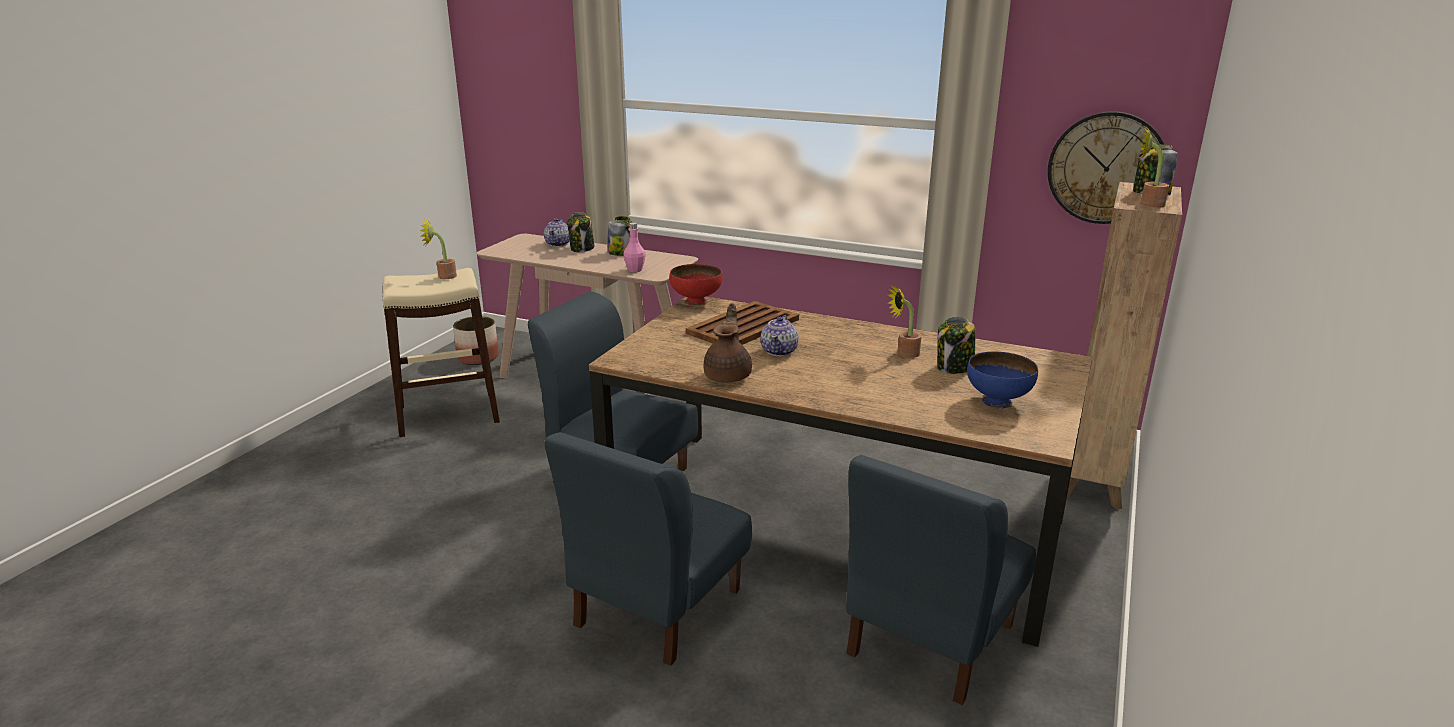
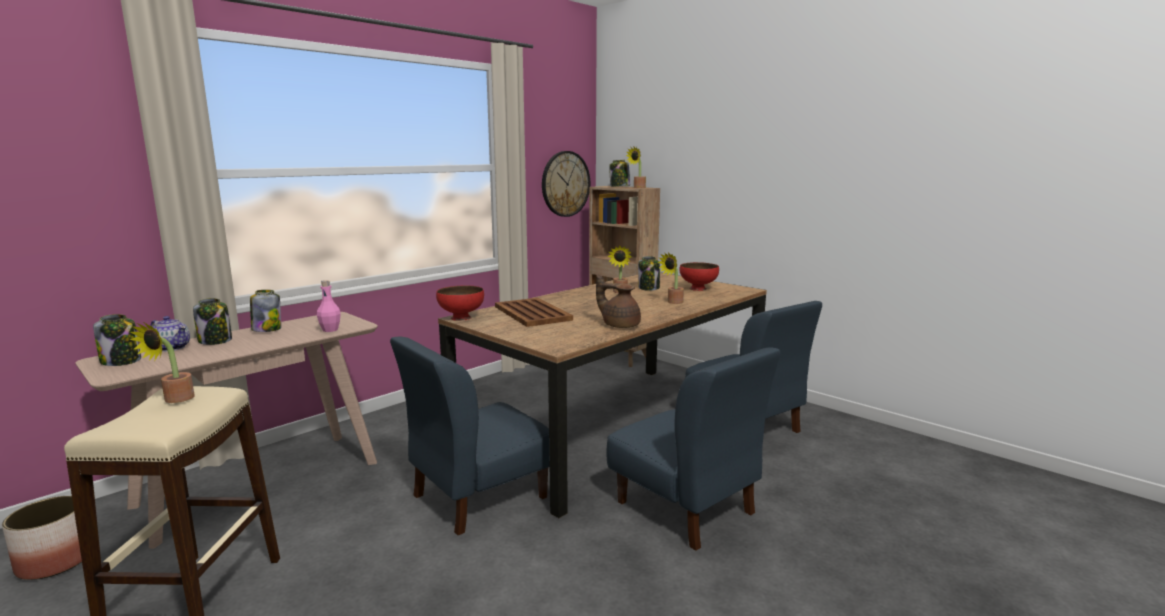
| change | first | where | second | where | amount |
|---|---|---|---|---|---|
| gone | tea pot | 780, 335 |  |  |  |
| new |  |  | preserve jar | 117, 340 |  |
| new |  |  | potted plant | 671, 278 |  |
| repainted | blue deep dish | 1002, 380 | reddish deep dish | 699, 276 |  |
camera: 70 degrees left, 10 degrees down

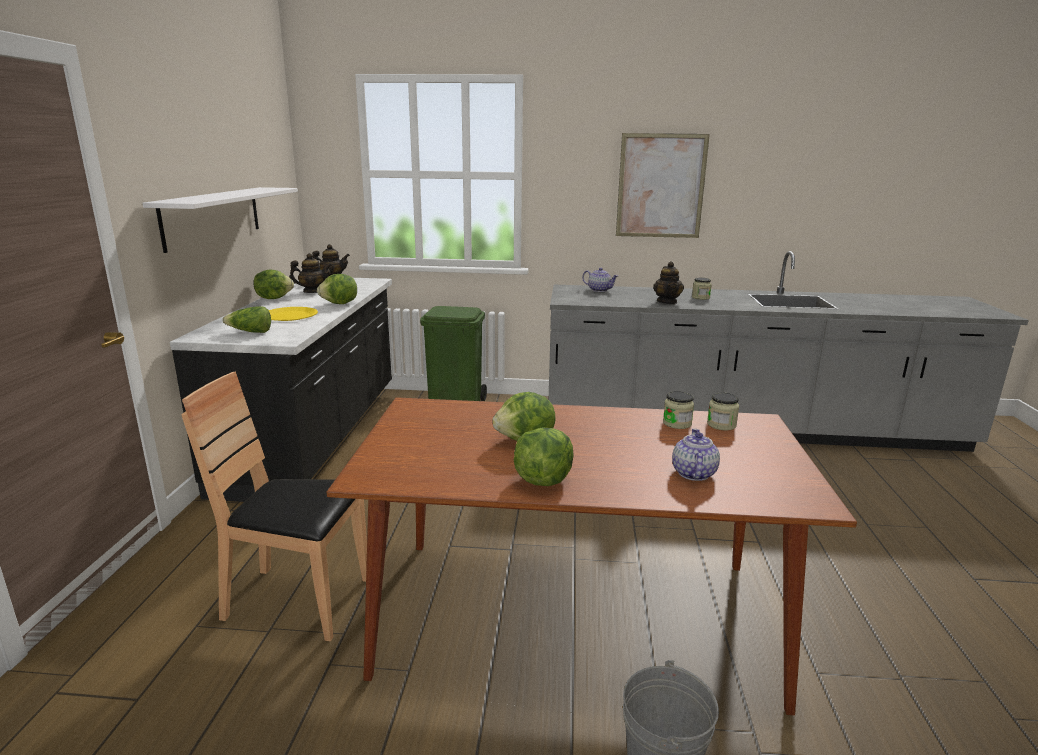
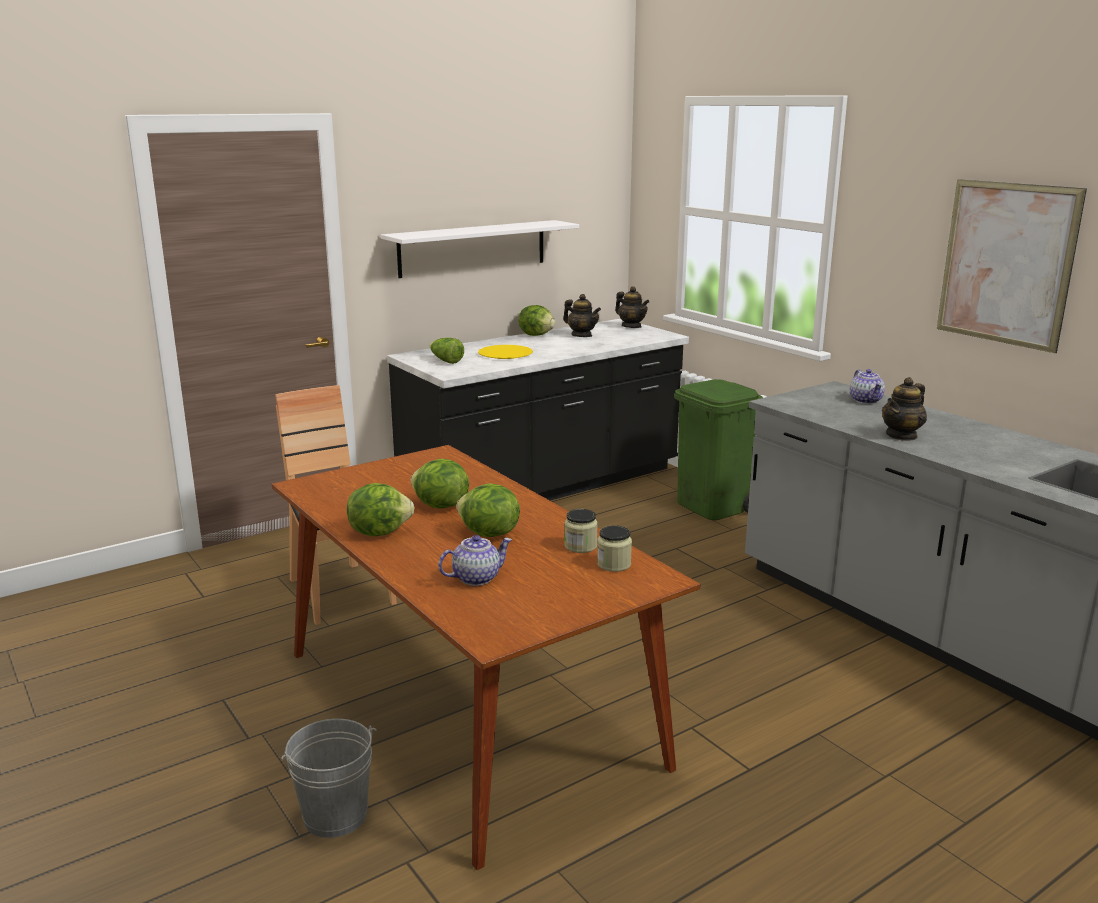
| change | first | where | second | where | amount |
|---|---|---|---|---|---|
| gone | preserve jar | 702, 289 |  |  |  |
| shifted | head of lettuce | 337, 289 |  | 488, 510 |  |
camera: 50 degrees right, 0 degrees up

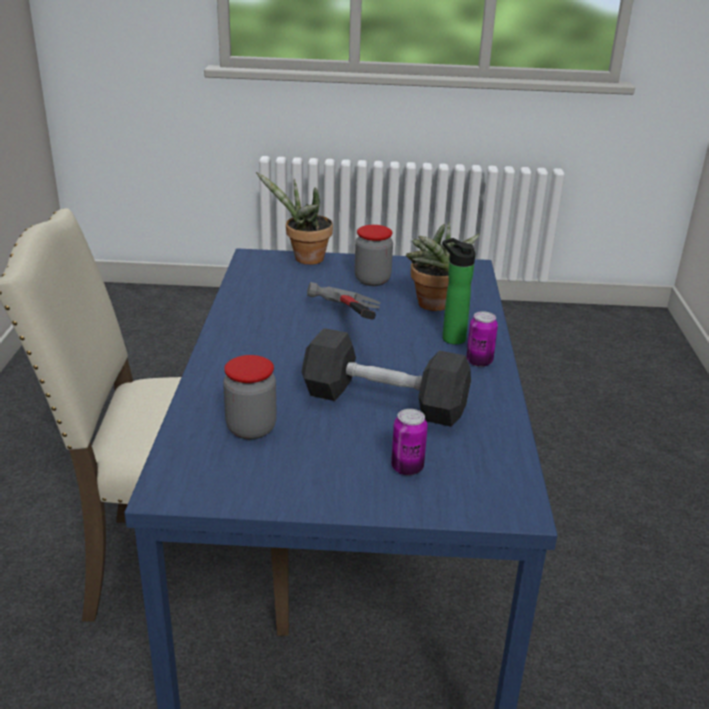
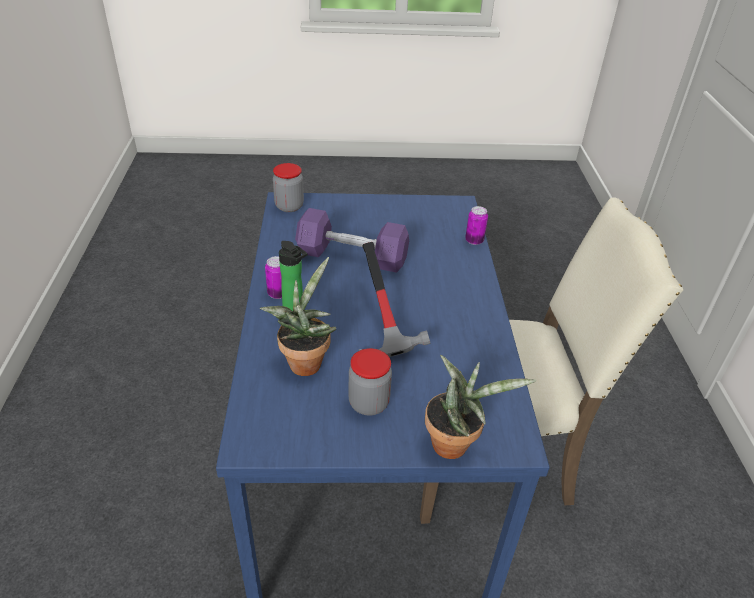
| change | first | where | second | where | amount |
|---|---|---|---|---|---|
| shifted | preserve jar | 250, 397 |  | 288, 187 |  |
| shifted | can | 409, 442 |  | 476, 225 |  |
| repainted | greyish dumbbell | 386, 377 | purple-coloured dumbbell | 352, 240 |  |
camera: 175 degrees right, 10 degrees up

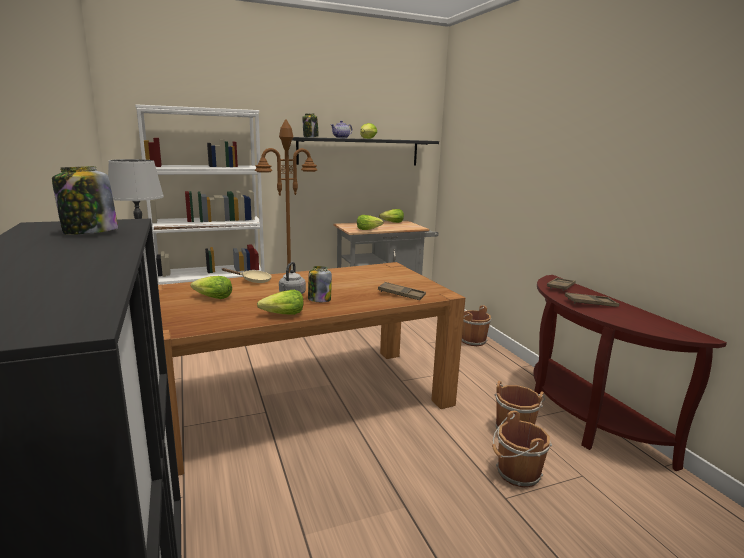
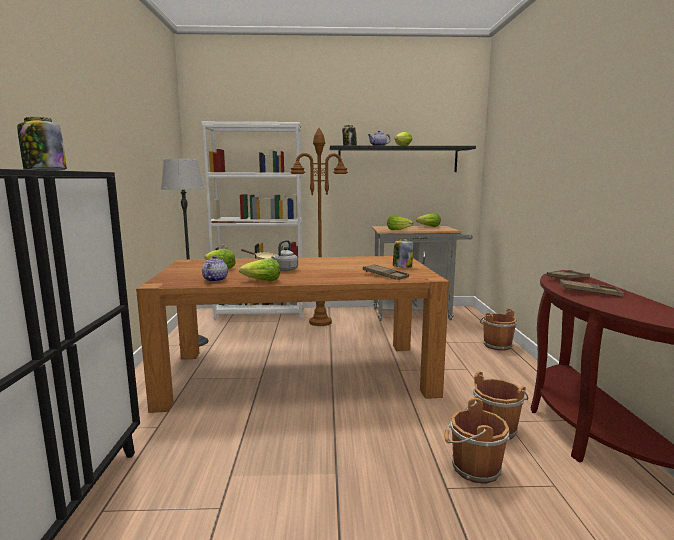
| change | first | where | second | where | amount |
|---|---|---|---|---|---|
| new |  |  | tea pot | 215, 269 |  |
| shifted | preserve jar | 320, 284 |  | 403, 253 |  |
camera: 20 degrees right, 5 degrees down

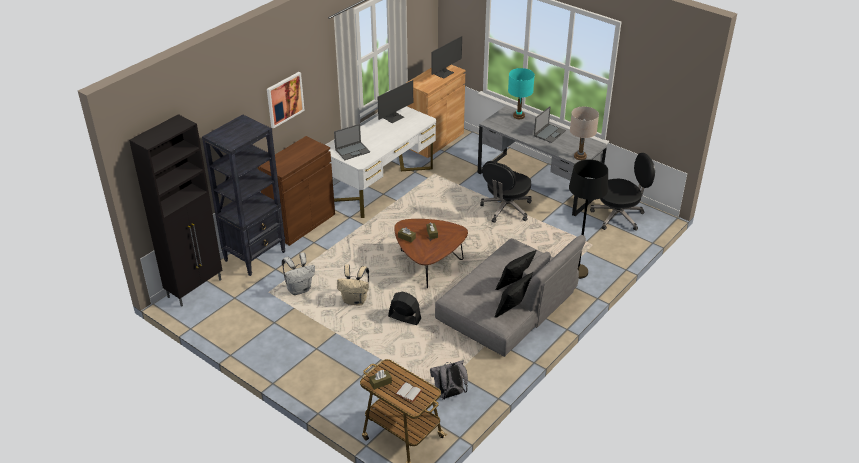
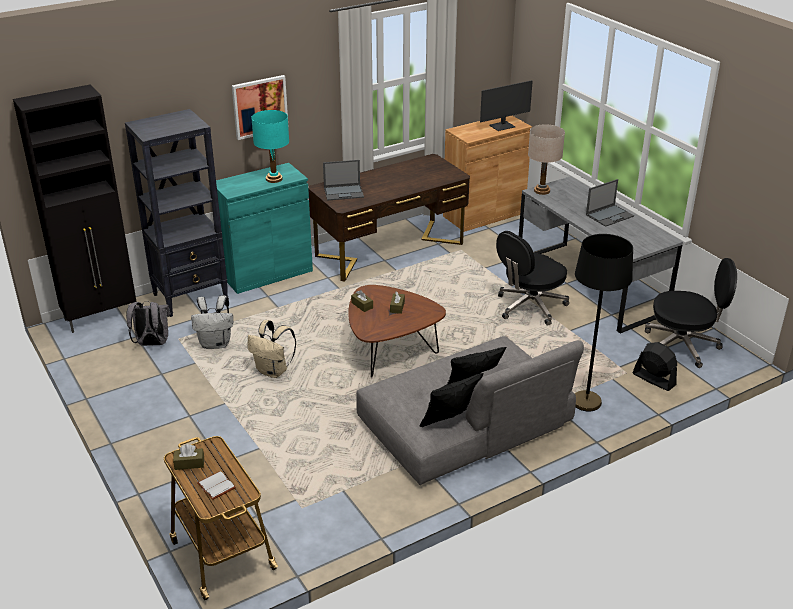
| change | first | where | second | where | amount |
|---|---|---|---|---|---|
| gone | monitor | 395, 101 |  |  |  |
| shifted | black cooling fan | 404, 308 |  | 655, 366 |  |
| shifted | greyish rucksack | 449, 380 |  | 148, 323 |  |
| shifted | blue-green lamp for a table | 521, 93 |  | 270, 146 |  |
| shifted | beige lamp for a table | 584, 133 |  | 546, 159 |  |
| repainted | brownish cupboard | 296, 191 | blue-green cupboard | 264, 228 |  |
| repainted | white-coloured desk table | 382, 162 | brownish desk table | 389, 217 |  |
camera: 20 degrees right, 5 degrees down

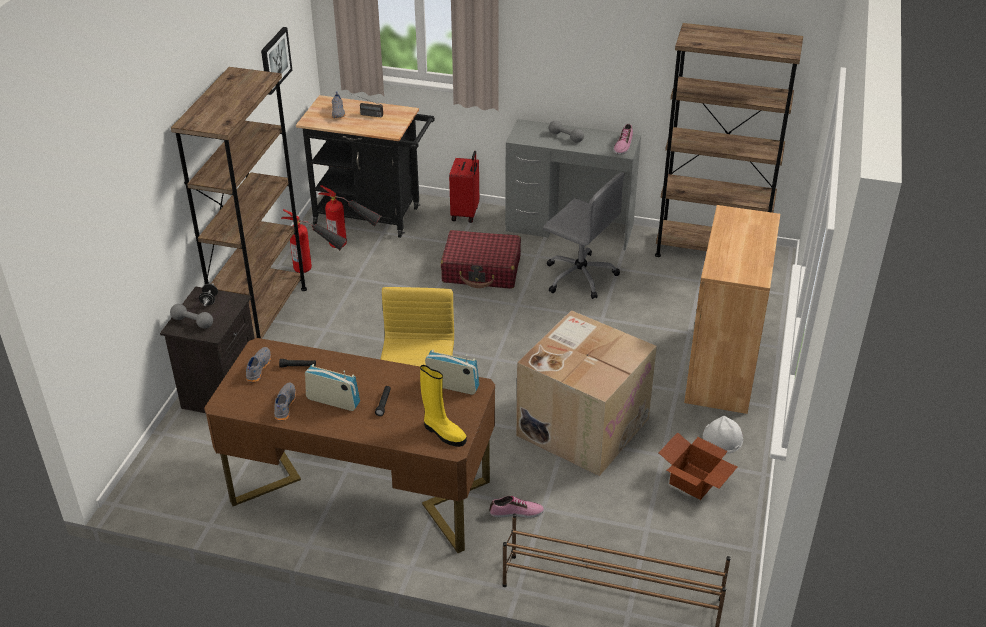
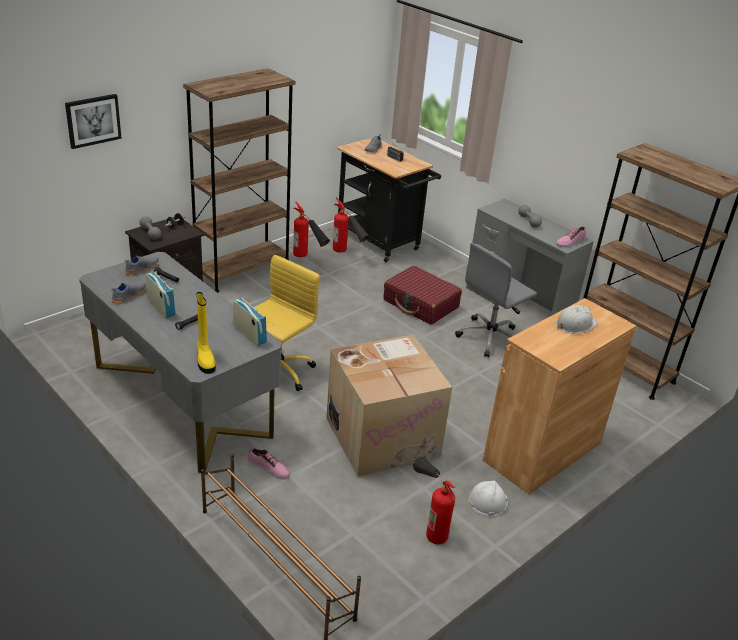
| change | first | where | second | where | amount |
|---|---|---|---|---|---|
| gone | reddish piece of luggage | 464, 187 |  |  |  |
| new |  |  | white-coloured safety helmet | 577, 319 |  |
| shifted | wall art | 276, 61 |  | 93, 121 |  |
| swapped | cardboard box | 698, 466 | fire-fighting cylinder | 434, 500 |  |
| repainted | brownish desk table | 349, 445 | greyish desk table | 180, 362 |  |
| rotated | greyish office chair | 584, 236 |  | 496, 300 | 75 degrees clockwise |
camera: 30 degrees right, 5 degrees down

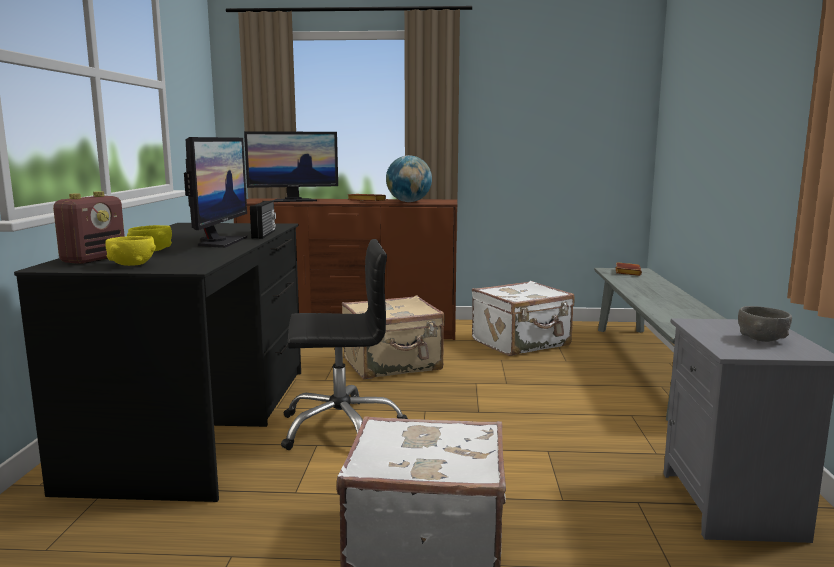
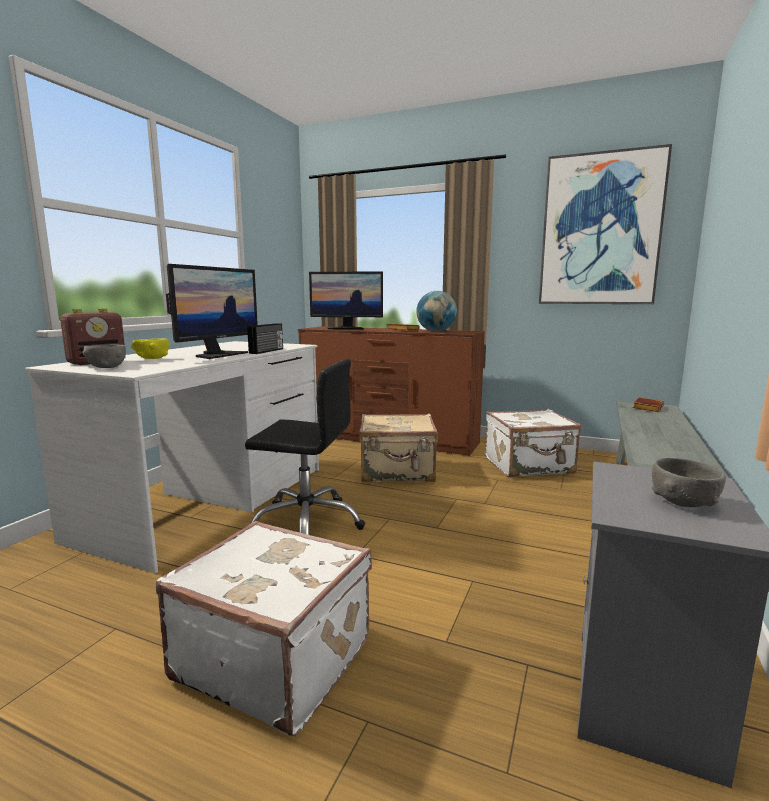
| change | first | where | second | where | amount |
|---|---|---|---|---|---|
| new |  |  | wall art | 605, 224 |  |
| repainted | black desk table | 157, 362 | white-coloured desk table | 172, 457 |  |
| repainted | yellow-coloured deep dish | 130, 251 | greyish deep dish | 104, 356 |  |
camera: 20 degrees right, 0 degrees up

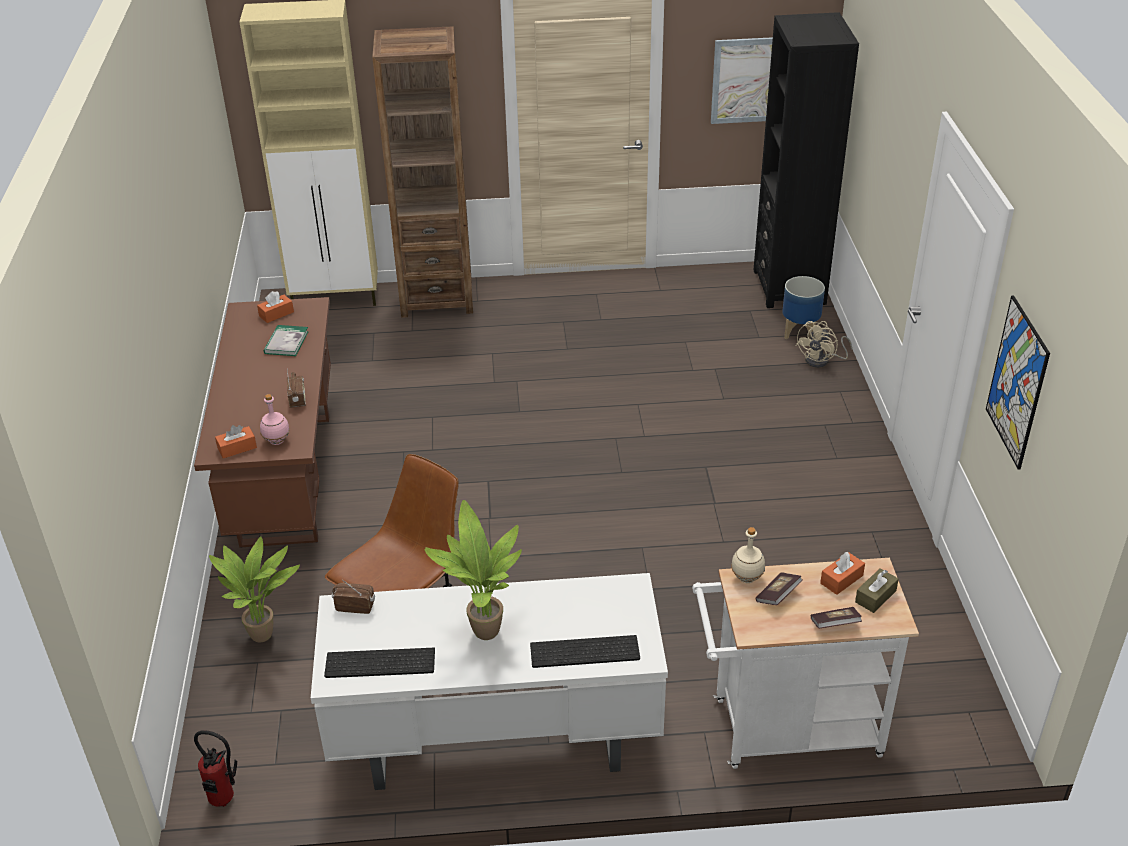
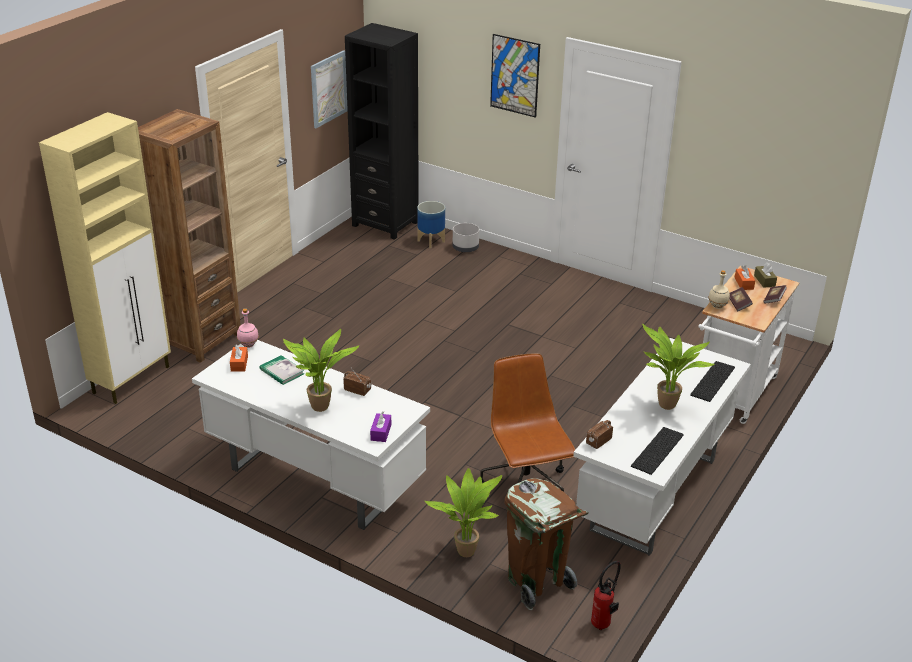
| change | first | where | second | where | amount |
|---|---|---|---|---|---|
| new |  |  | potted plant | 320, 370 |  |
| new |  |  | brownish rubbish bin | 546, 544 |  |
| shifted | pinkish drink bottle | 275, 419 |  | 248, 328 |  |
| shifted | wall art | 1018, 382 |  | 515, 76 |  |
| swapped | beige cooling fan | 824, 344 | greyish planter | 466, 237 |  |
| repainted | brownish desk table | 262, 422 | white-coloured desk table | 311, 435 |  |
| repainted | orange-coloured tissue holder | 236, 441 | purple-coloured tissue holder | 380, 426 |  |
camera: 55 degrees left, 5 degrees down

